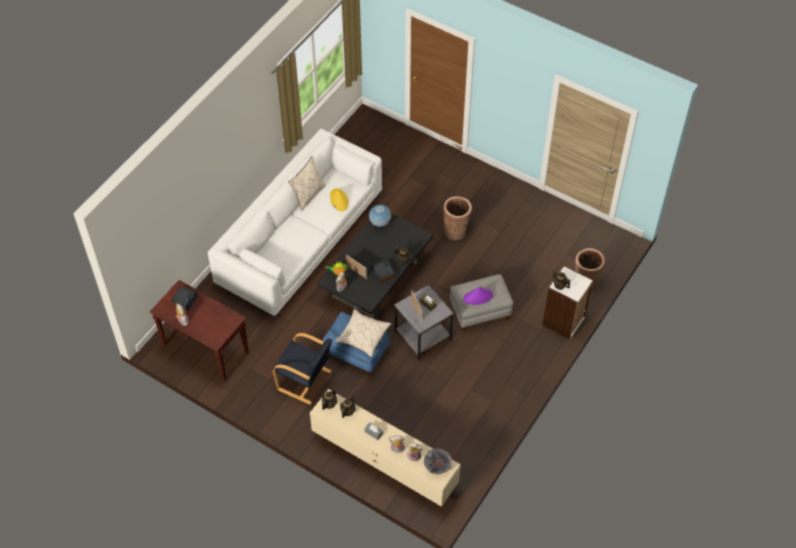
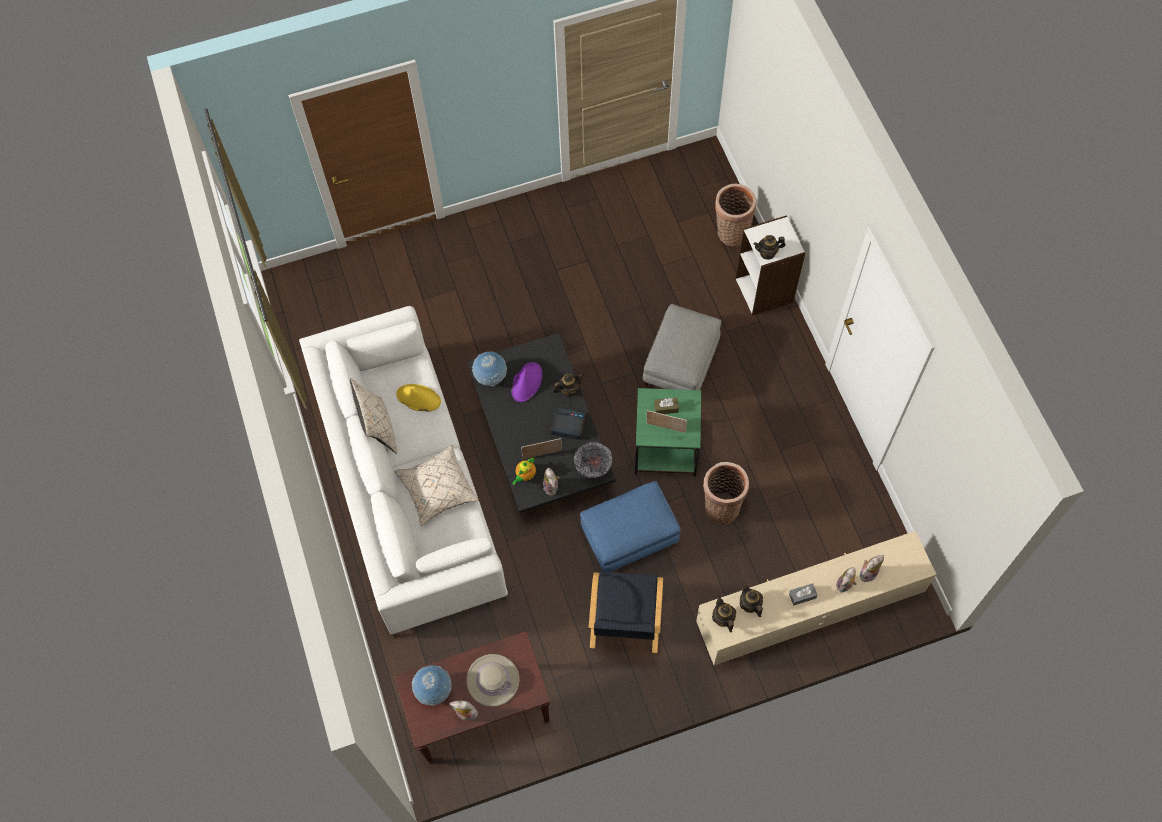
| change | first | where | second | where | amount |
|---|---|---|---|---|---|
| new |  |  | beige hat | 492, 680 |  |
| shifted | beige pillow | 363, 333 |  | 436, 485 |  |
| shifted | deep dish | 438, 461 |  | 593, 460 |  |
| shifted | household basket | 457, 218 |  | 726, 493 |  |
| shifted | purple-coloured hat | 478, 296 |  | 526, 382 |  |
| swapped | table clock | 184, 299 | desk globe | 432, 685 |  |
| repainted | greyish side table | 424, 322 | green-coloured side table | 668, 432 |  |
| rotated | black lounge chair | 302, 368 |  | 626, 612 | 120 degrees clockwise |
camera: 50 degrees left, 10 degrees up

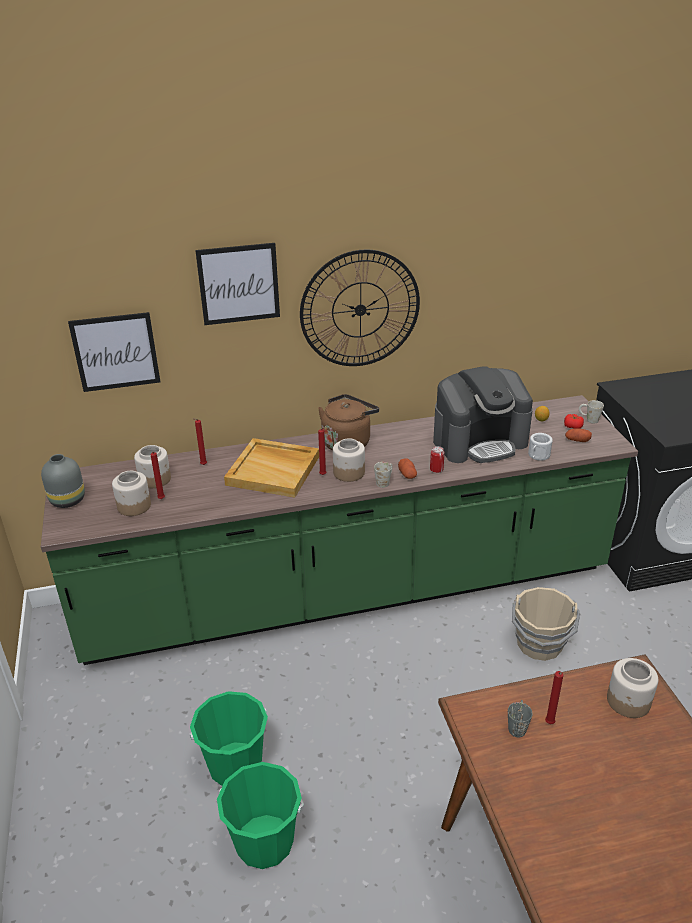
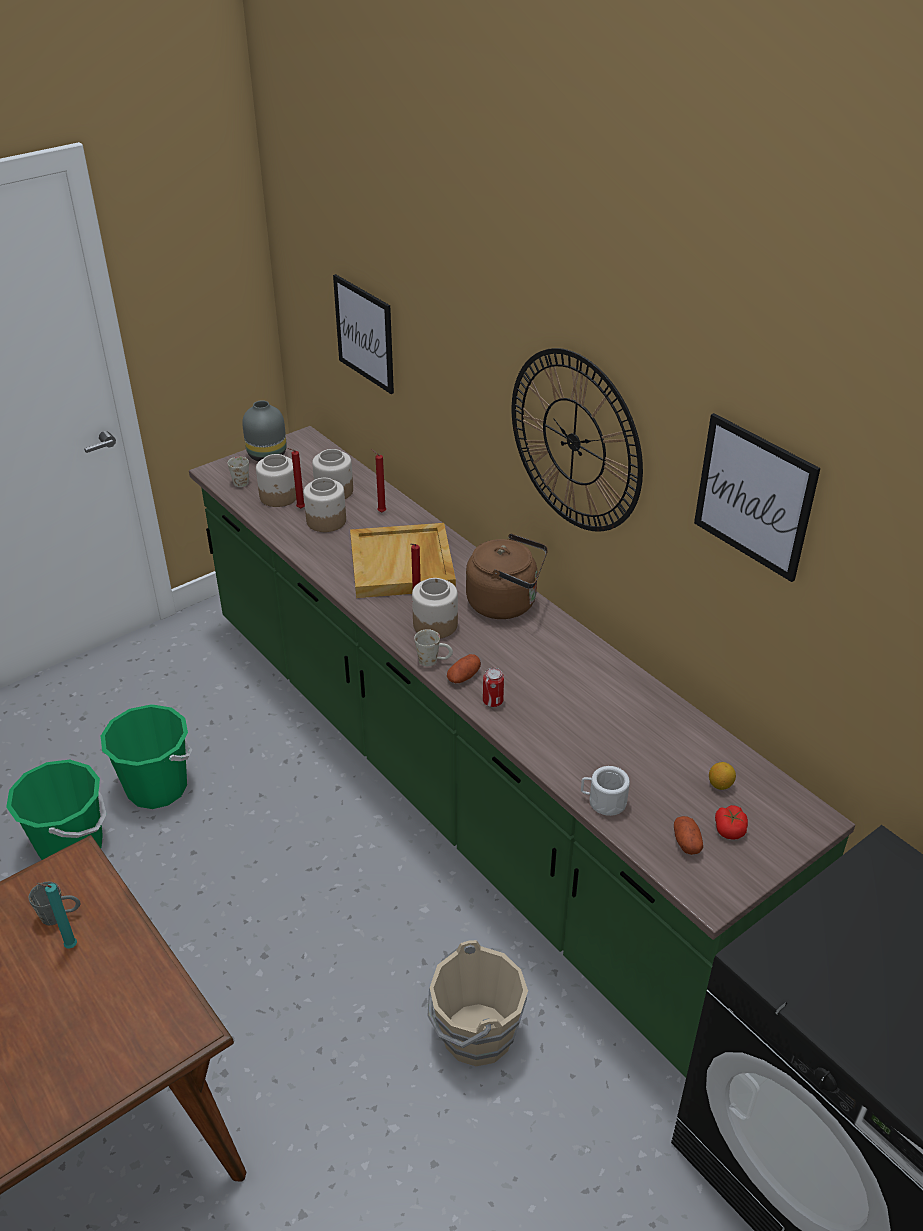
| change | first | where | second | where | amount |
|---|---|---|---|---|---|
| gone | coffee maker | 483, 414 |  |  |  |
| shifted | wall art | 237, 284 |  | 757, 497 |  |
| shifted | white-coloured tea mug | 591, 411 |  | 238, 472 |  |
| shifted | preserve jar | 632, 688 |  | 324, 505 |  |
| repainted | reddish wax light | 554, 697 | blue-green wax light | 56, 916 |  |
camera: 65 degrees right, 5 degrees up

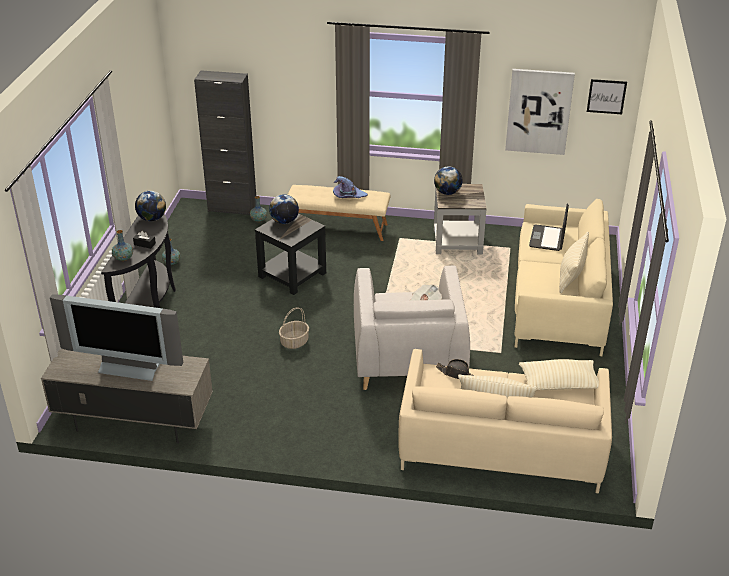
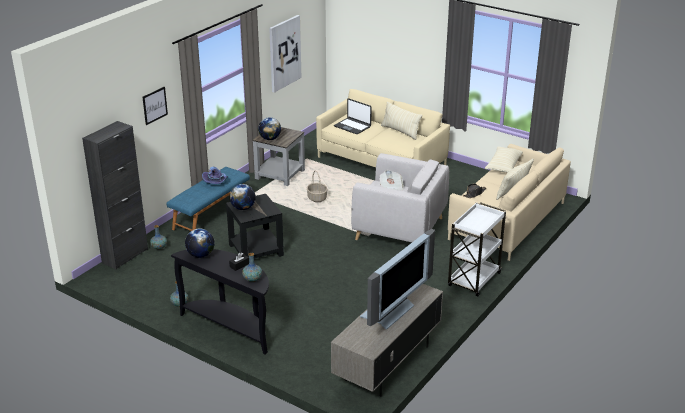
| change | first | where | second | where | amount |
|---|---|---|---|---|---|
| new |  |  | white-coloured cart | 477, 249 |  |
| shifted | household basket | 294, 328 |  | 317, 186 |  |
| shifted | wall art | 607, 96 |  | 155, 106 |  |
| repainted | beige indoor bench | 339, 213 | blue indoor bench | 208, 199 |  |
camera: 65 degrees left, 5 degrees down

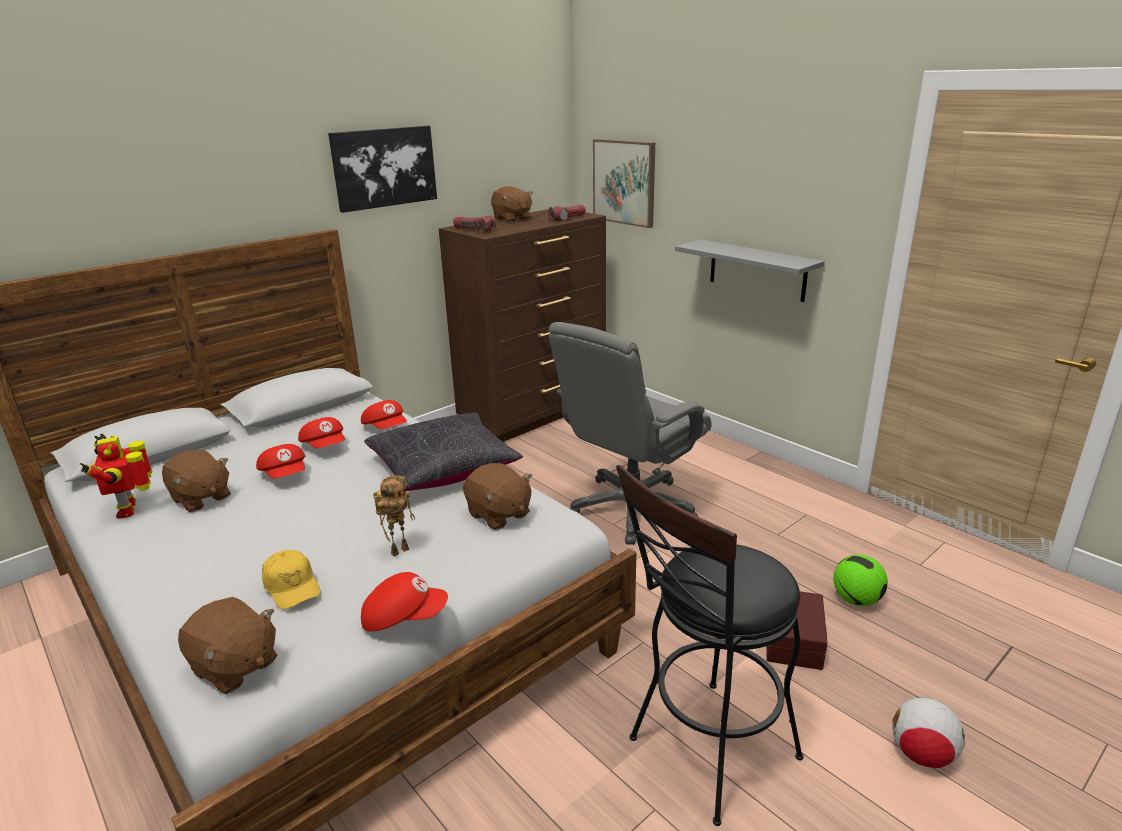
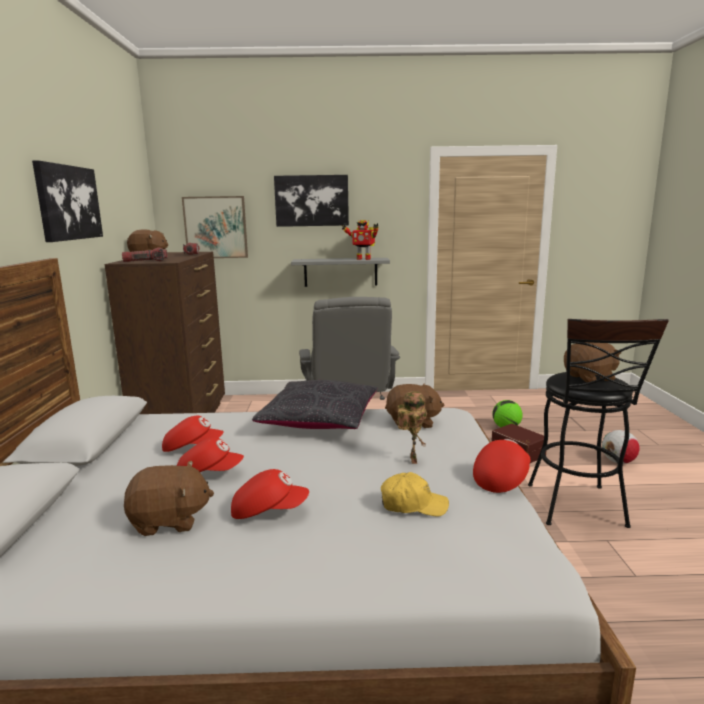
| change | first | where | second | where | amount |
|---|---|---|---|---|---|
| new |  |  | wall art | 311, 201 |  |
| shifted | model robot | 116, 476 |  | 360, 240 |  |
| shifted | brownish soft toy | 227, 645 |  | 592, 362 |  |
| shifted | reddish cap | 384, 414 |  | 270, 494 |  |
camera: 50 degrees left, 10 degrees down

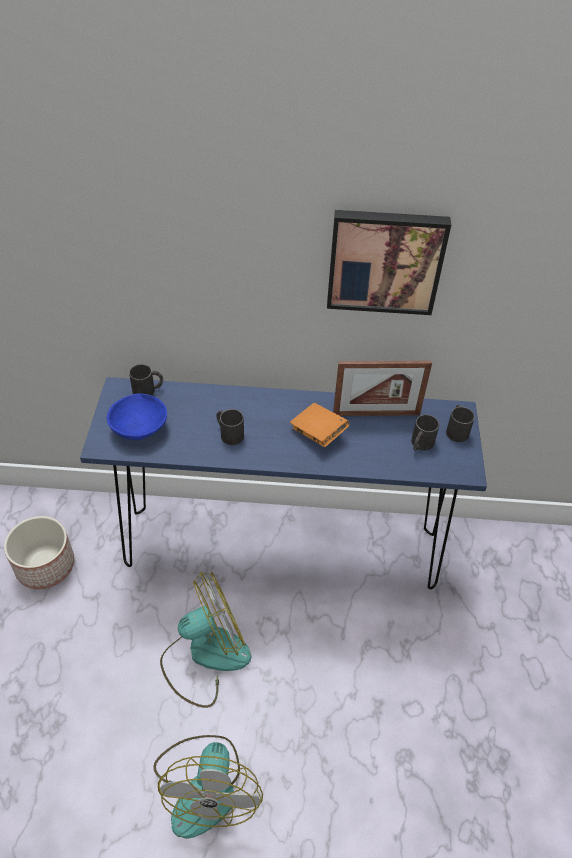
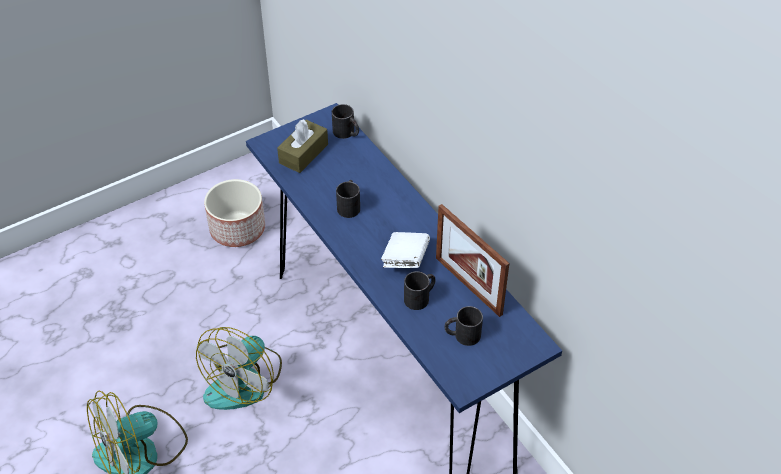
| change | first | where | second | where | amount |
|---|---|---|---|---|---|
| gone | wall art | 389, 262 |  |  |  |
| shifted | black tea mug | 460, 423 |  | 420, 290 |  |
| swapped | blue deep dish | 137, 416 | brownish tissue holder | 302, 146 |  |
| repainted | orange-coloured bound book | 320, 425 | white-coloured bound book | 405, 250 |  |
| rotated | cooling fan | 206, 640 |  | 239, 368 | 90 degrees clockwise |
camera: 55 degrees right, 0 degrees up

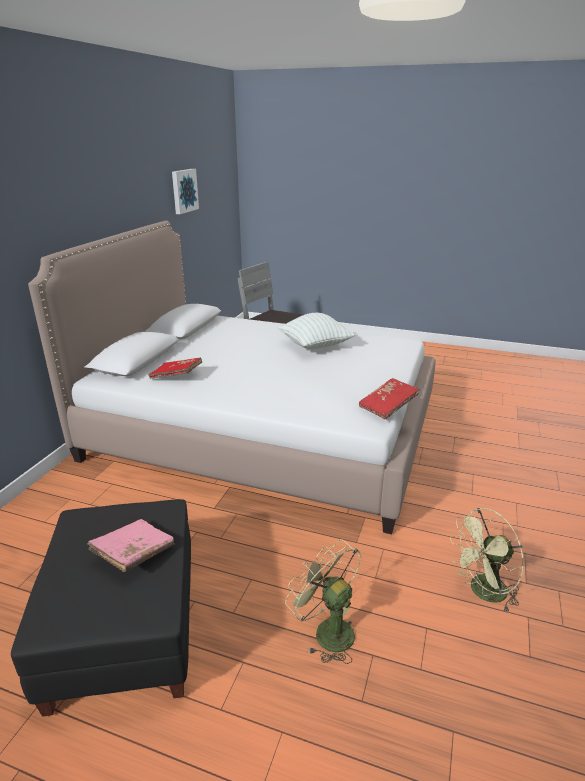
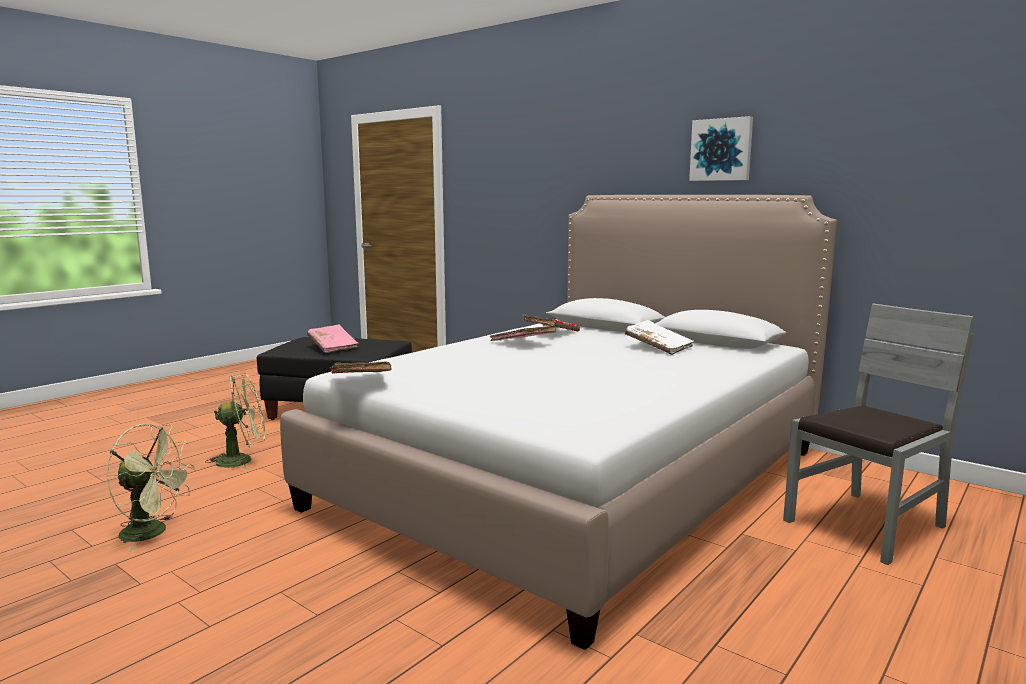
| change | first | where | second | where | amount |
|---|---|---|---|---|---|
| gone | pillow | 316, 331 |  |  |  |
| new |  |  | pinkish bound book | 523, 333 |  |
| new |  |  | white-coloured bound book | 659, 337 |  |
| shifted | wall art | 185, 191 |  | 721, 148 |  |
| rotated | green-coloured cooling fan | 487, 560 |  | 151, 488 | 105 degrees clockwise |
camera: 110 degrees right, 15 degrees down

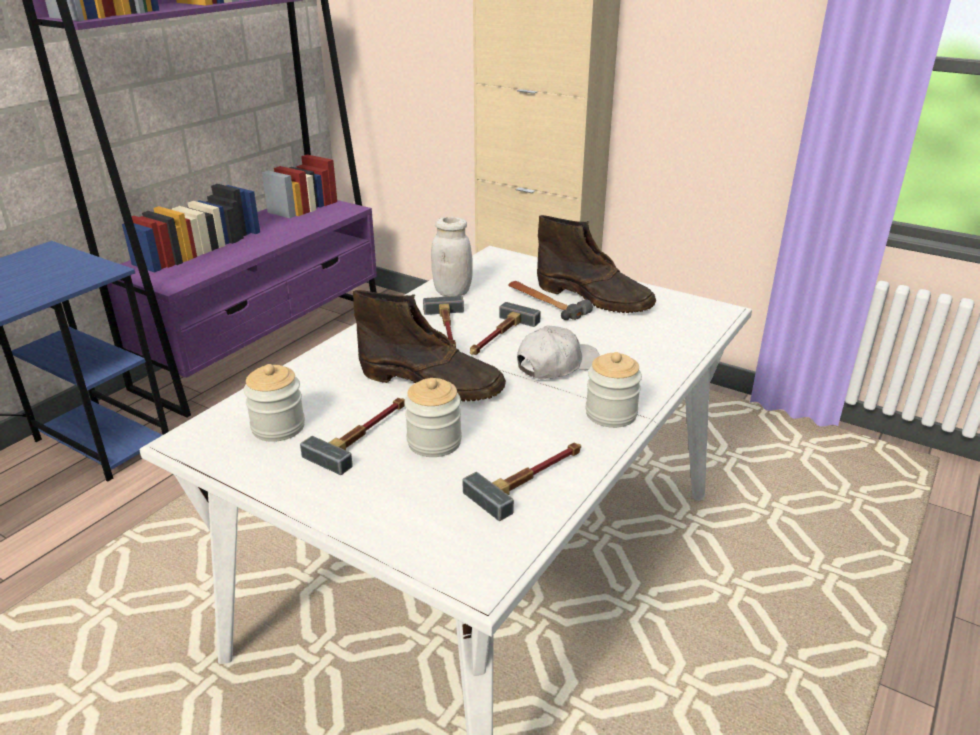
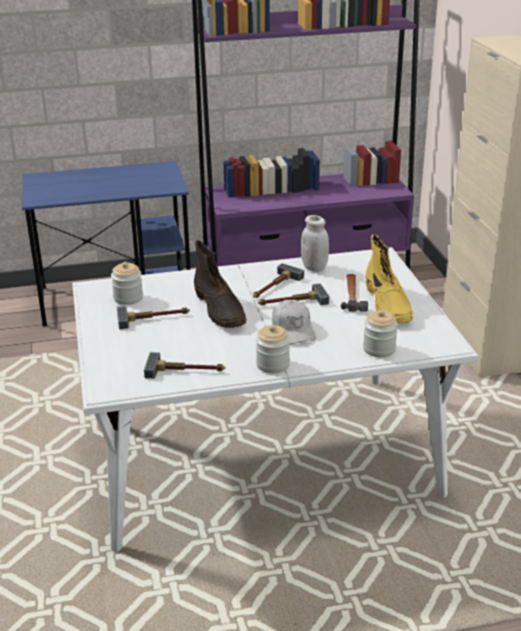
| change | first | where | second | where | amount |
|---|---|---|---|---|---|
| shifted | preserve jar | 433, 417 |  | 380, 333 |  |
| repainted | brownish high-top boot | 596, 264 | yellow-coloured high-top boot | 389, 279 |  |
| rotated | white-coloured cap | 558, 352 |  | 294, 322 | 60 degrees clockwise |
camera: 45 degrees right, 0 degrees up

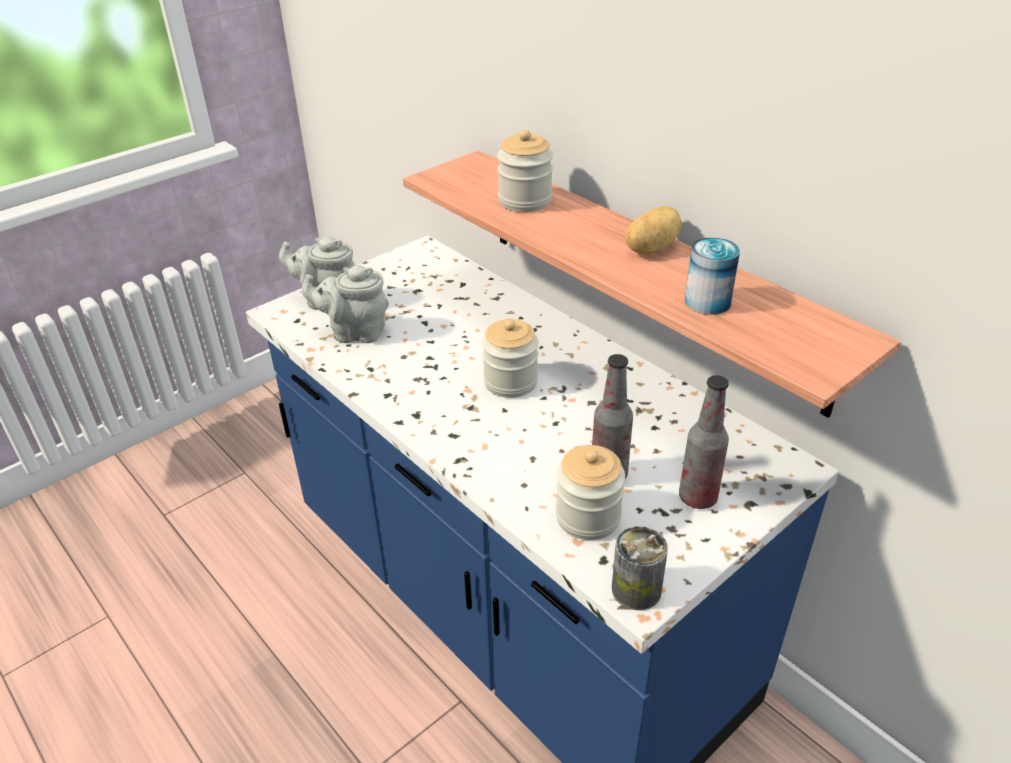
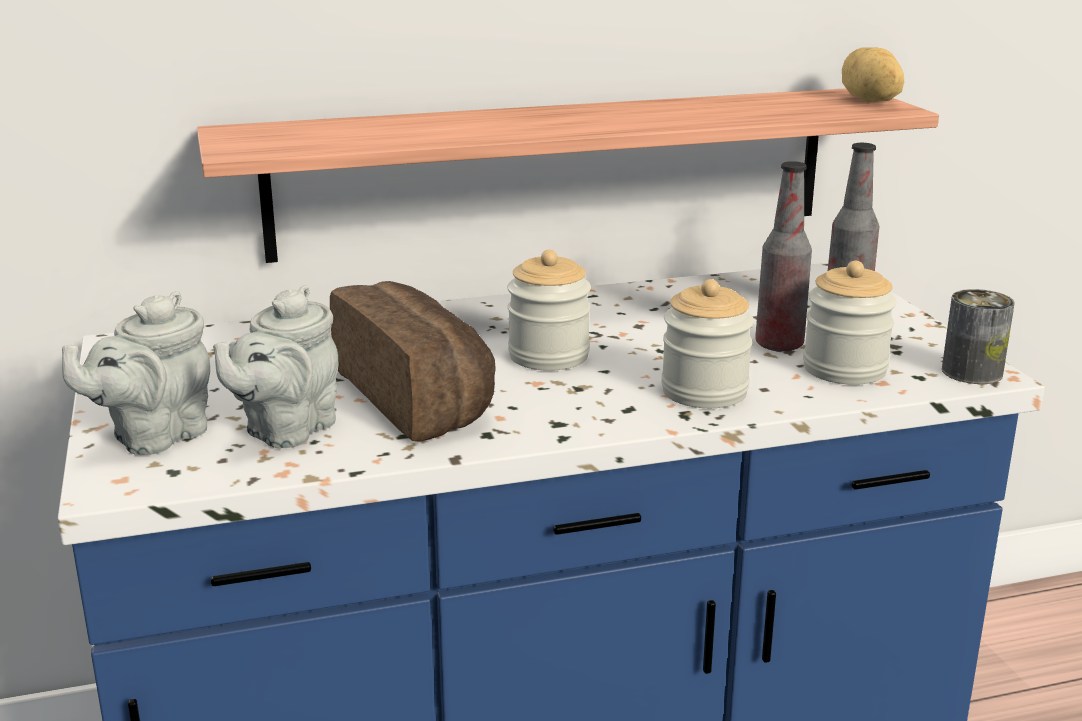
| change | first | where | second | where | amount |
|---|---|---|---|---|---|
| gone | can | 712, 276 |  |  |  |
| new |  |  | bread | 413, 361 |  |
| shifted | preserve jar | 525, 171 |  | 707, 343 |  |
| shifted | whole potato | 653, 230 |  | 873, 74 |  |
camera: 65 degrees left, 15 degrees down

